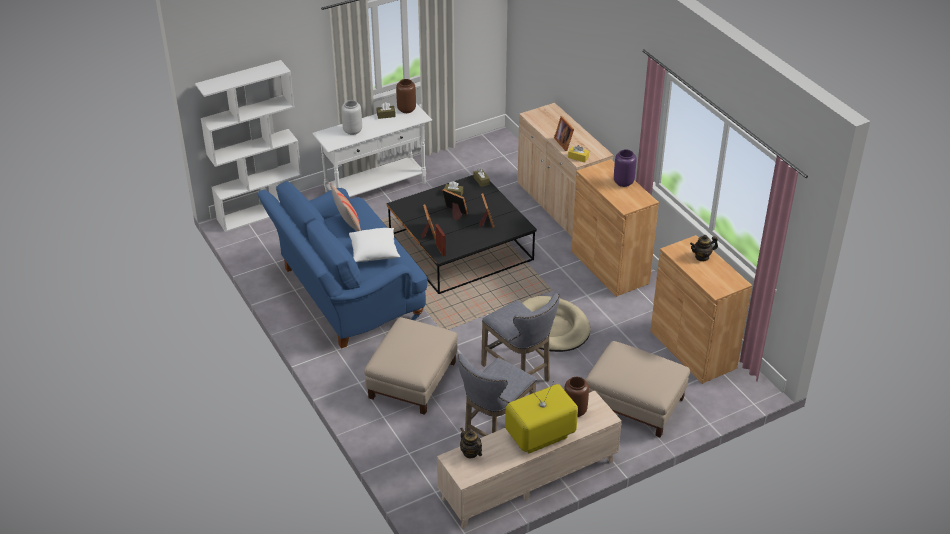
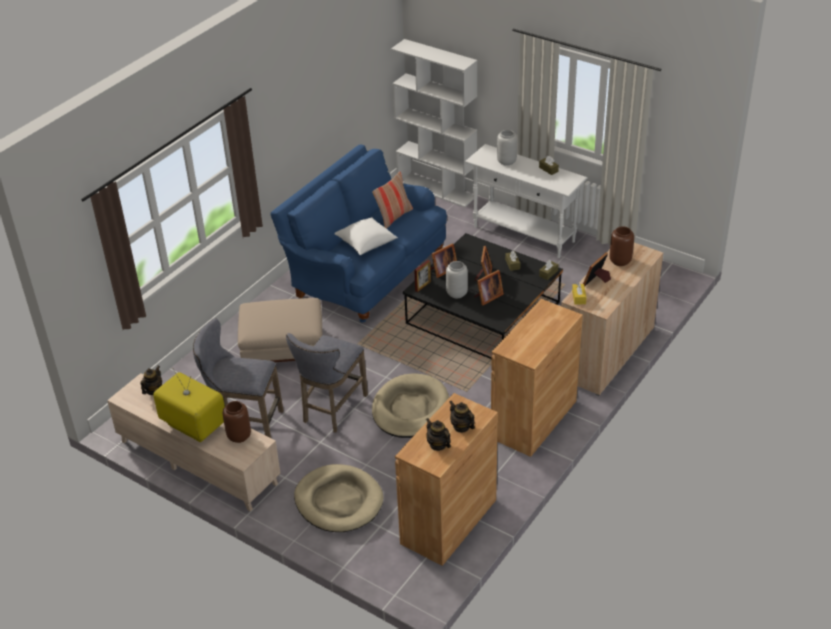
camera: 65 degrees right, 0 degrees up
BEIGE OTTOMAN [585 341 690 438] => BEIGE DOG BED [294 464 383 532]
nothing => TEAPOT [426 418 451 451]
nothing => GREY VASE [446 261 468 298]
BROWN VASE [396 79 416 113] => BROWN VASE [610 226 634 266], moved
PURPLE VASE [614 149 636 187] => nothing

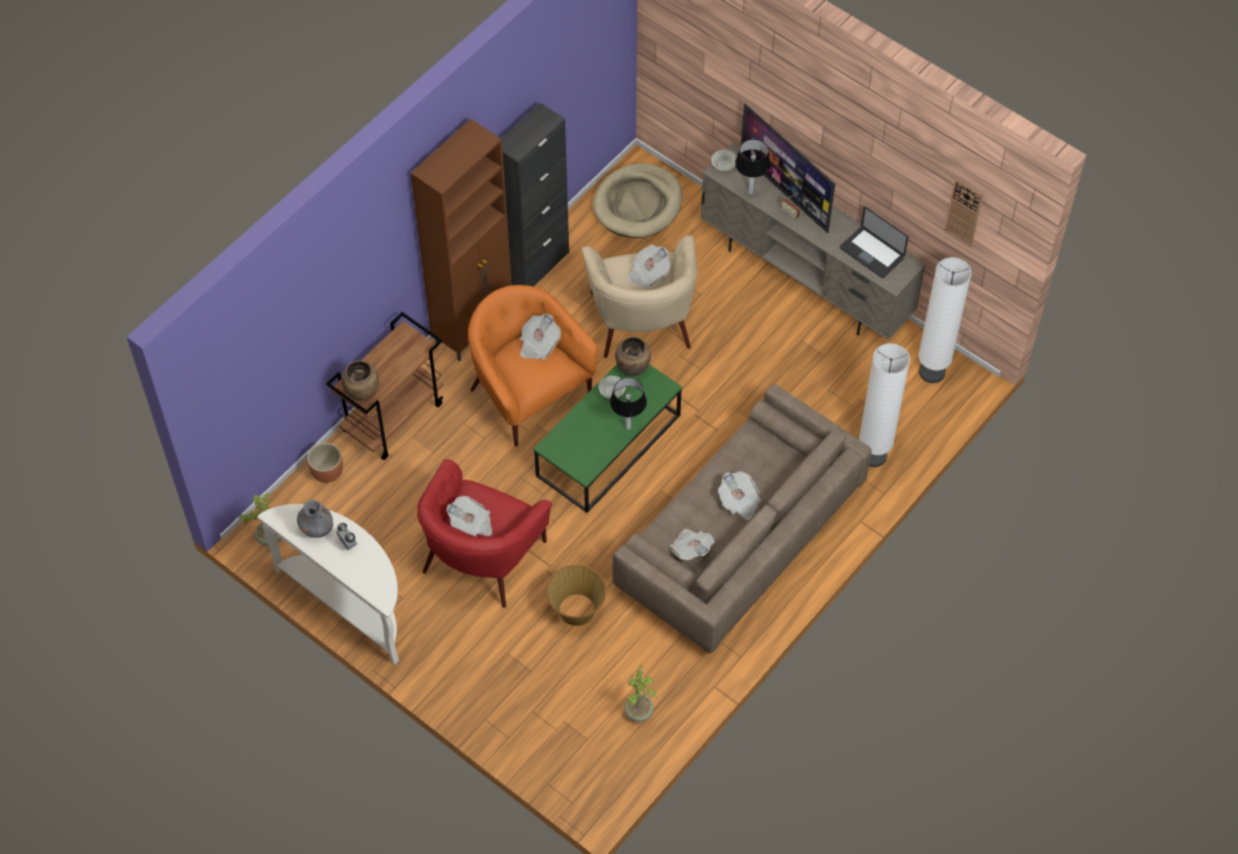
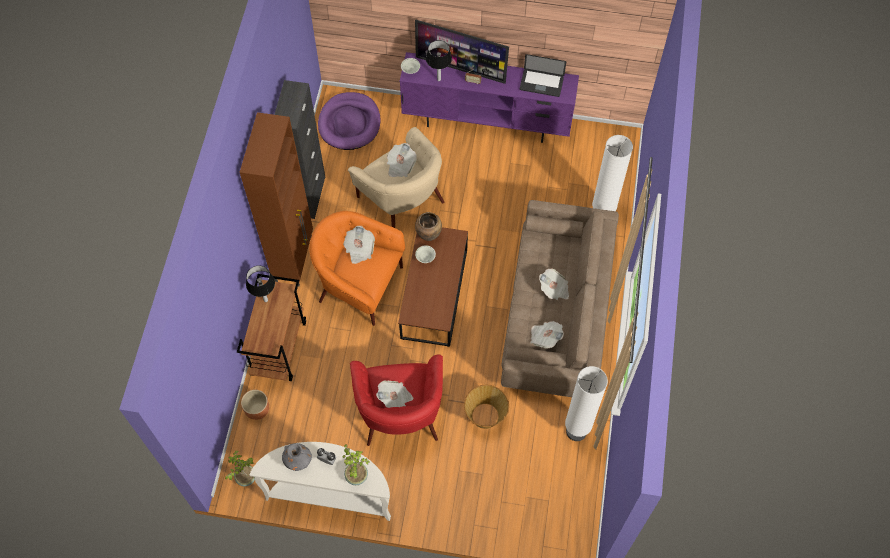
camera: 30 degrees left, 5 degrees up
TABLE LAMP [610 378 647 430] => TABLE LAMP [246 266 275 302], moved
BEIGE DOG BED [593 163 683 238] => PURPLE DOG BED [318 92 381 150]
POTTED PLANT [624 666 657 722] => POTTED PLANT [343 444 370 485], moved
GREEN COFFEE TABLE [533 364 682 513] => BROWN COFFEE TABLE [398 227 468 347]
BEIGE TV STAND [701 143 926 340] => PURPLE TV STAND [400 52 579 143]
WHITE FLOOR LAMP [918 257 972 383] => WHITE FLOOR LAMP [565 366 608 441], moved
BROWN VASE [342 360 379 401] => nothing
WALL CLOCK [945 178 983 247] => nothing

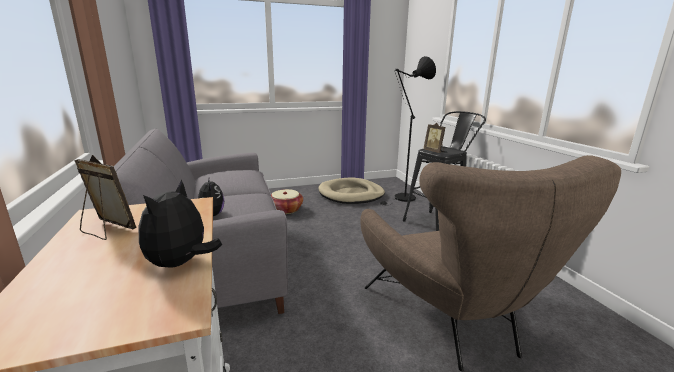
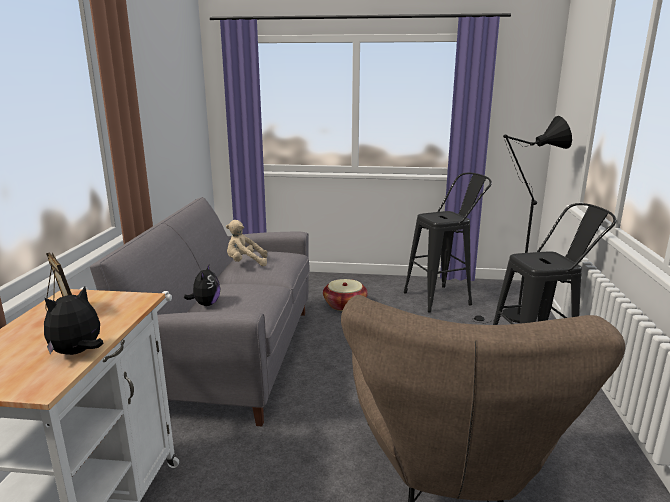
camera: 25 degrees right, 0 degrees up
nothing => BEIGE PLUSH TOY [226 220 268 266]
BEIGE DOG BED [318 178 385 204] => BLACK STOOL [404 172 492 312]
PICTURE FRAME [423 123 446 153] => nothing

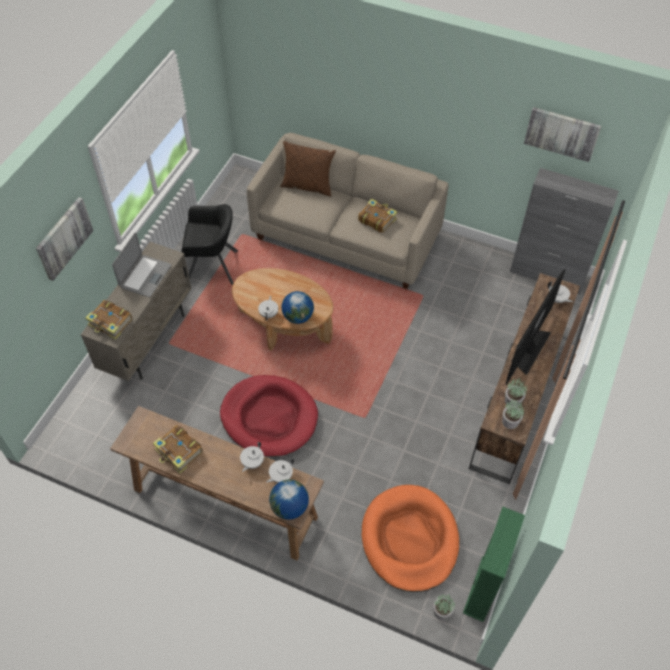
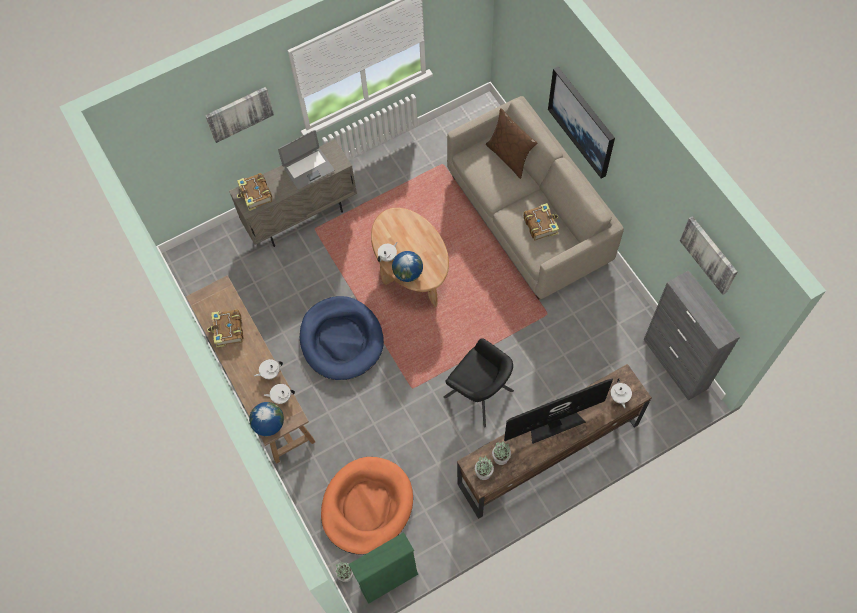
camera: 40 degrees right, 10 degrees up
RED DOG BED [220 375 318 457] => BLUE DOG BED [300 296 384 380]
BLACK ARMCHAIR [182 204 238 285] => BLACK ARMCHAIR [443 338 514 427], moved
nothing => PICTURE [548 67 615 179]

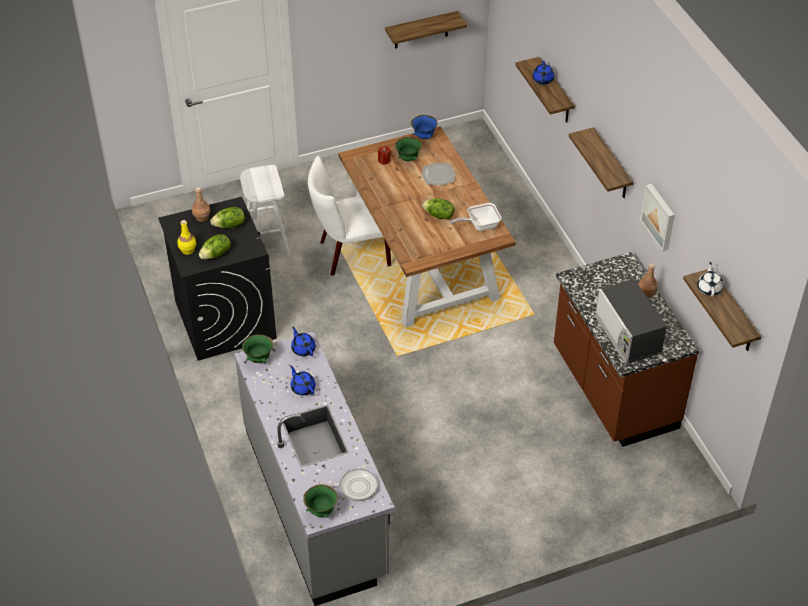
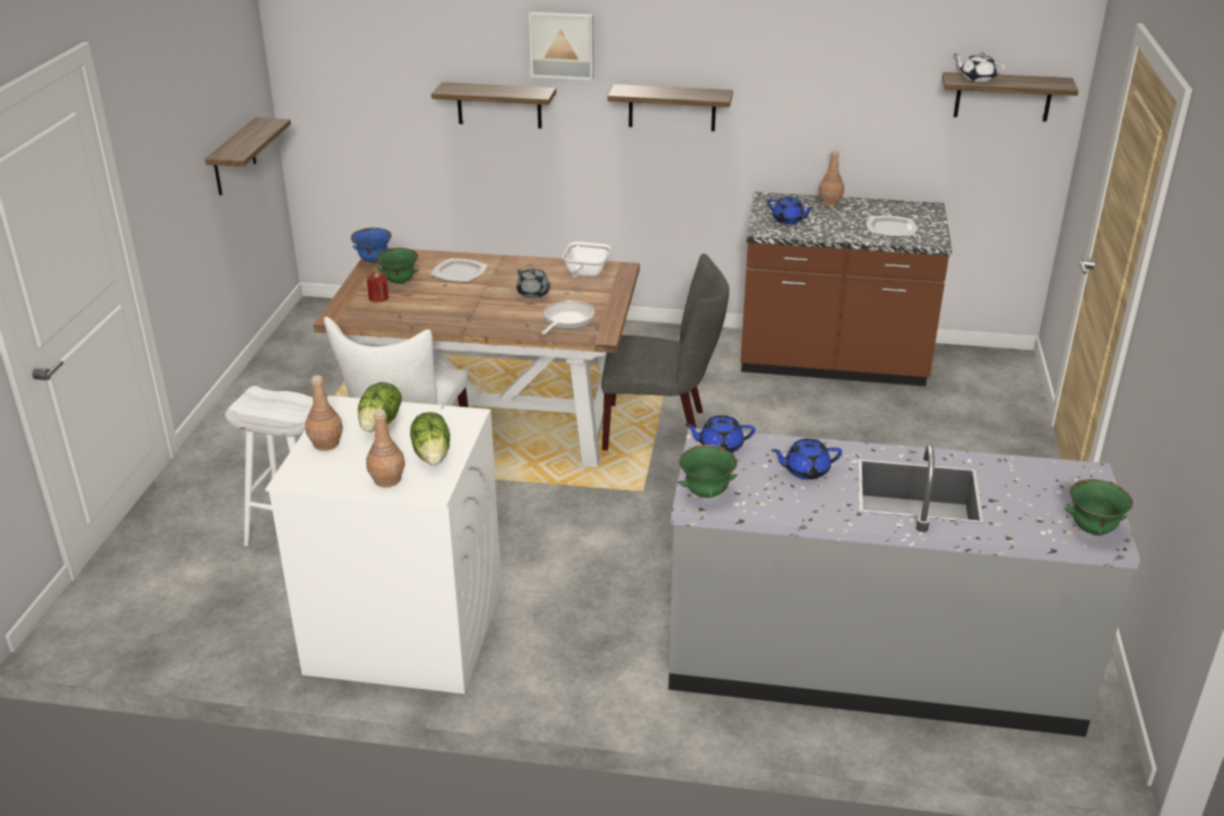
camera: 60 degrees left, 15 degrees down
BLACK WASHING MACHINE [158 197 277 361] => WHITE WASHING MACHINE [266 396 502 694]
YELLOW BOTTLE [177 220 196 255] => BROWN BOTTLE [366 409 405 487]
LETTUCE [422 198 454 219] => GREY TEAPOT [516 268 551 298]
PICTURE [640 184 675 251] => PICTURE [529 12 594 80], moved
FRYING PAN [319 469 378 501] => FRYING PAN [541 301 594 334], moved
nothing => GREY CHAIR [601 253 729 450]
BLUE TEAPOT [532 61 554 85] => BLUE TEAPOT [767 196 815 224], moved
MICROWAVE [595 279 667 364] => PLATE [866 216 917 237]

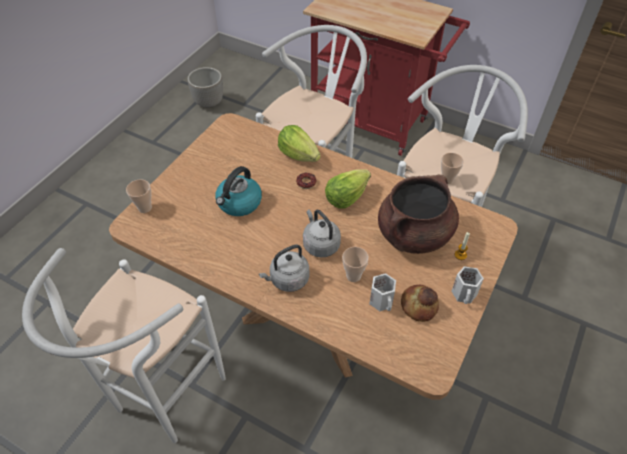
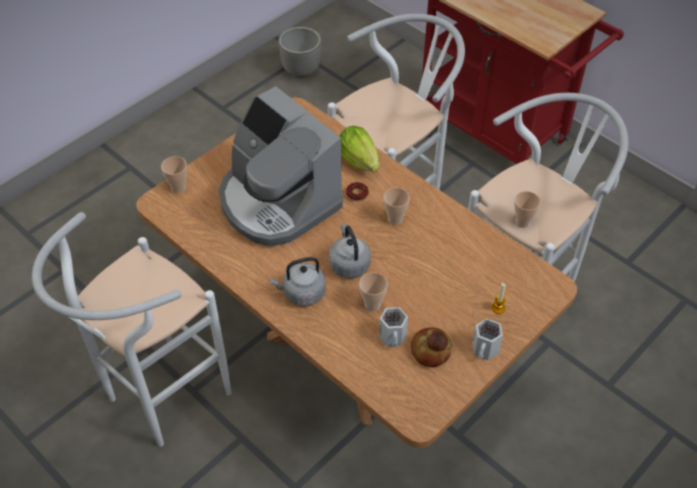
camera: 15 degrees right, 0 degrees up
KETTLE [215 166 262 216] => COFFEE MACHINE [219 86 343 247]
LETTUCE [325 170 371 209] => CUP [383 188 410 225]
BROWN COOKING POT [378 175 459 254] => nothing

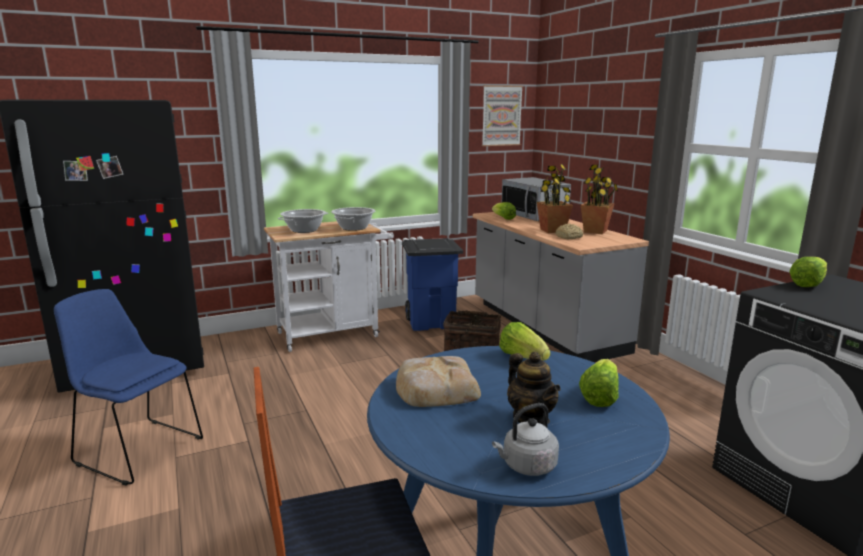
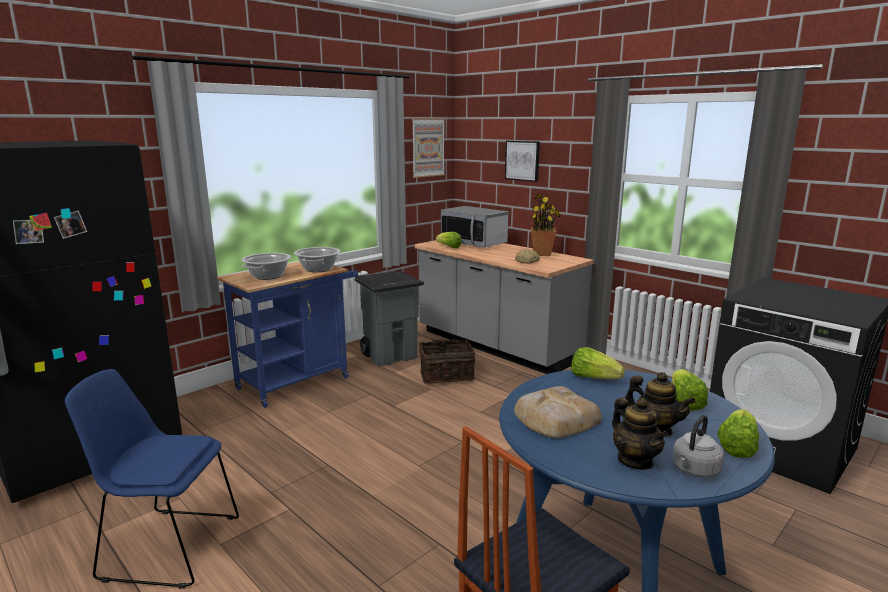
camera: 20 degrees left, 0 degrees up
WHITE CART [264 221 394 352] => BLUE CART [217 262 358 408]
BLUE TRASH CAN [402 238 463 331] => GREY TRASH CAN [355 271 424 366]
nothing => PICTURE [505 141 540 182]
nothing => TEAPOT [612 398 669 470]
LETTUCE [790 257 827 287] => LETTUCE [717 409 759 458], moved
POTTED PLANT [537 164 573 233] => nothing

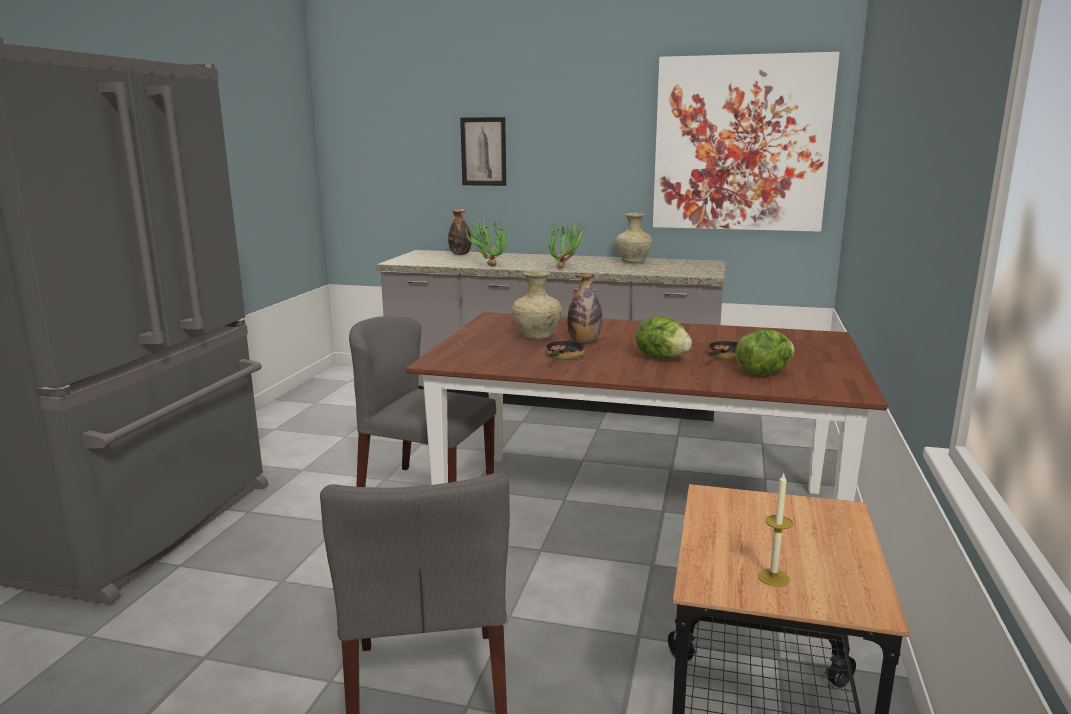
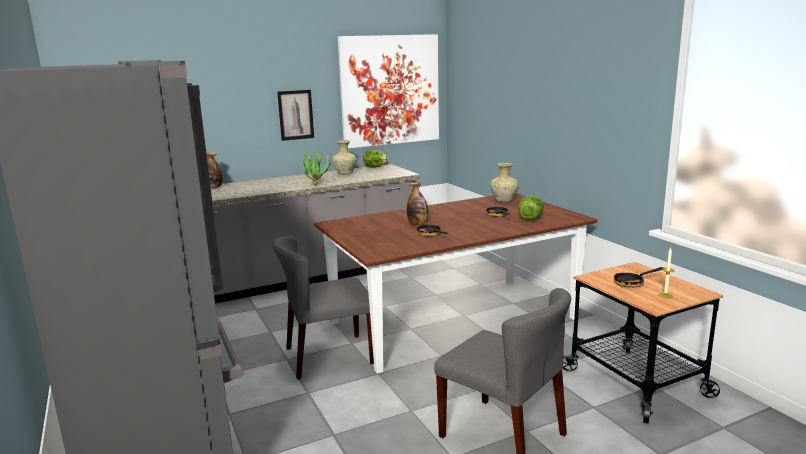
camera: 40 degrees left, 0 degrees up
PICTURE [460 117 506 186] => PICTURE [277 90 314 141], moved
LETTUCE [636 316 692 359] => LETTUCE [364 150 388 168], moved
BEIGE VASE [512 270 562 339] => BEIGE VASE [490 163 519 202], moved
nothing => FRYING PAN [614 267 664 288]
POTTED PLANT [464 219 507 266] => nothing

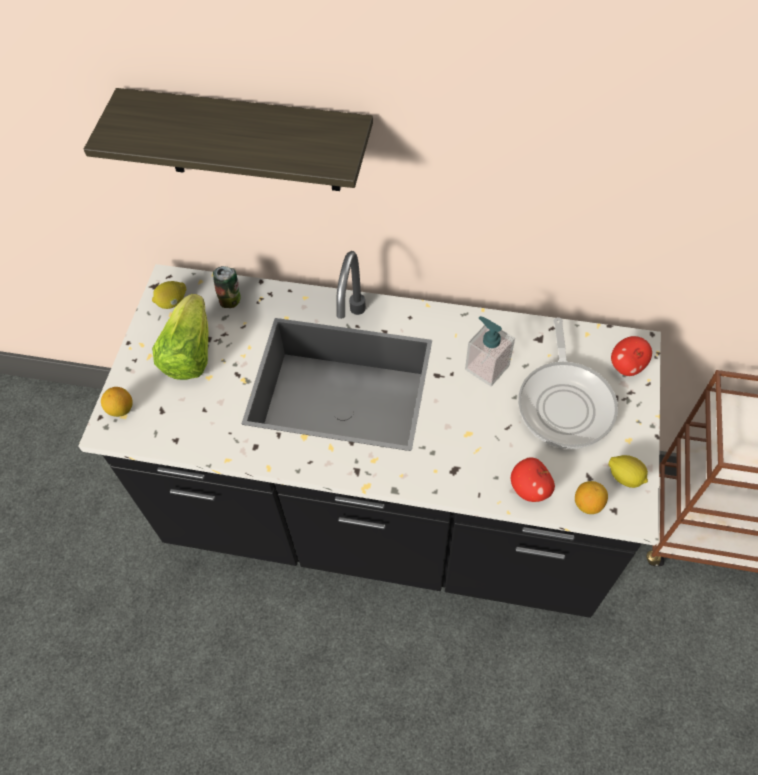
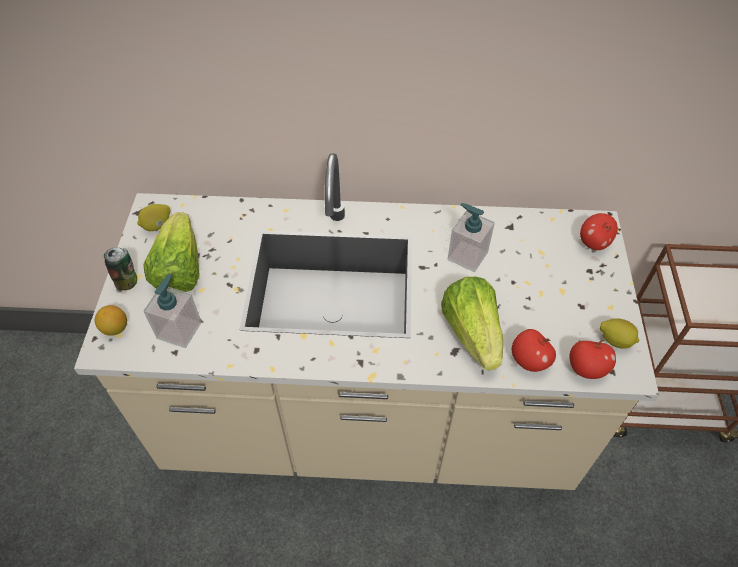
camera: 10 degrees left, 5 degrees down
BLACK COUNTER [78 251 661 618] => BEIGE COUNTER [74 153 659 490]
CAN [213 266 240 308] => CAN [104 247 137 290], moved
nothing => SOAP DISPENSER [144 273 202 348]
nothing => LETTUCE [441 277 503 371]
LEMON [575 481 608 514] => APPLE [569 340 616 379]
SHELF [84 88 373 191] => nothing
FRYING PAN [518 317 618 449] => nothing

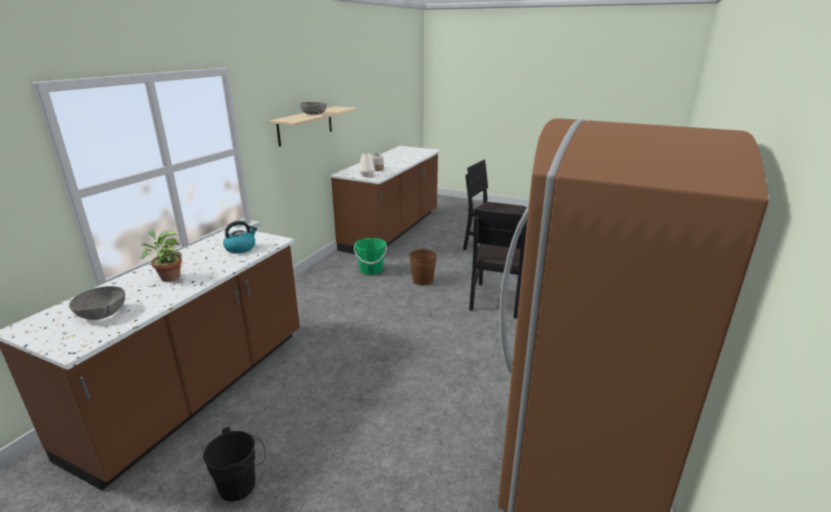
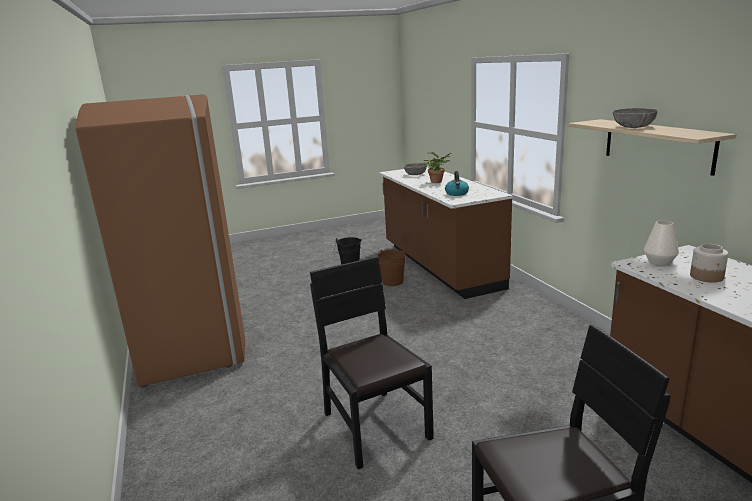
camera: 135 degrees right, 5 degrees down
BROWN BUCKET [409 247 437 285] => BROWN BUCKET [377 250 406 286], moved
GREEN BUCKET [354 238 387 275] => nothing

